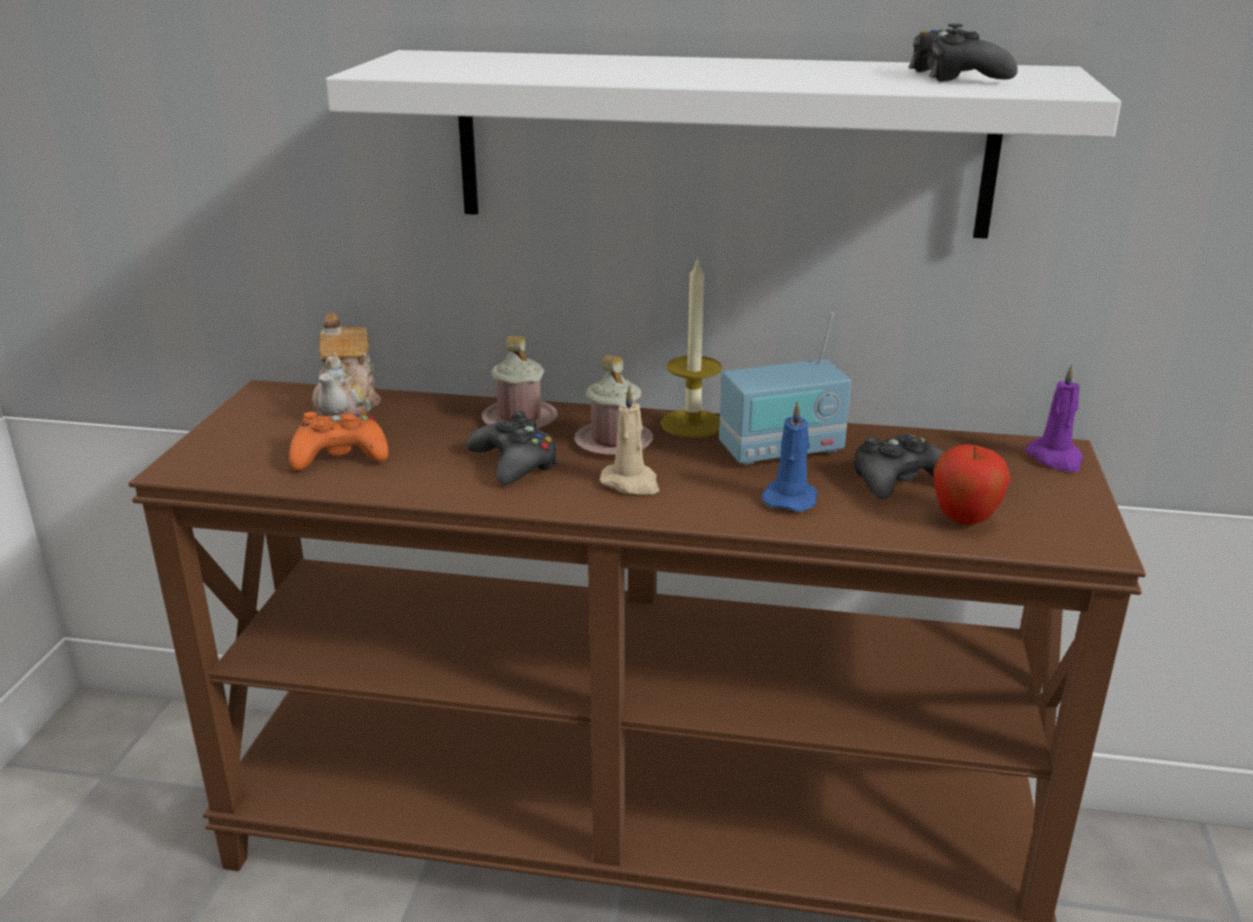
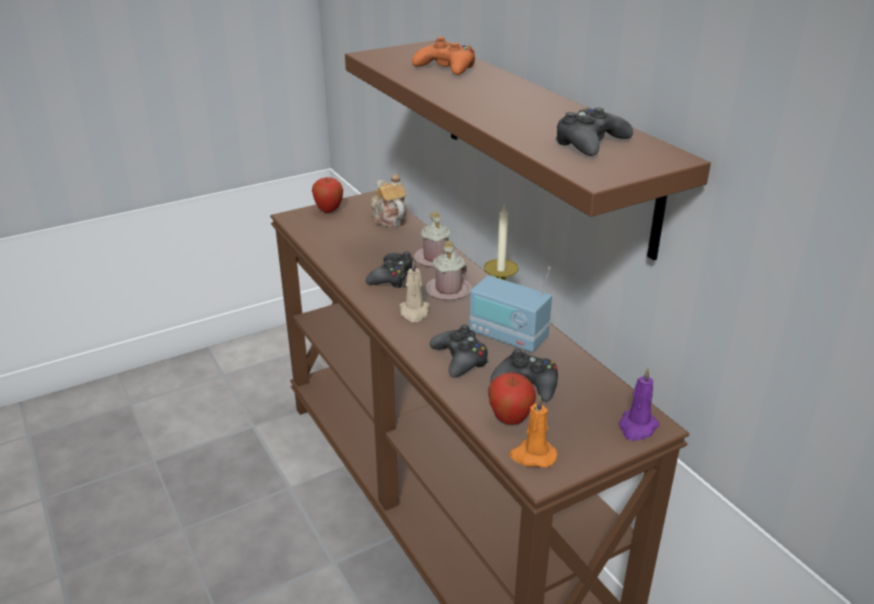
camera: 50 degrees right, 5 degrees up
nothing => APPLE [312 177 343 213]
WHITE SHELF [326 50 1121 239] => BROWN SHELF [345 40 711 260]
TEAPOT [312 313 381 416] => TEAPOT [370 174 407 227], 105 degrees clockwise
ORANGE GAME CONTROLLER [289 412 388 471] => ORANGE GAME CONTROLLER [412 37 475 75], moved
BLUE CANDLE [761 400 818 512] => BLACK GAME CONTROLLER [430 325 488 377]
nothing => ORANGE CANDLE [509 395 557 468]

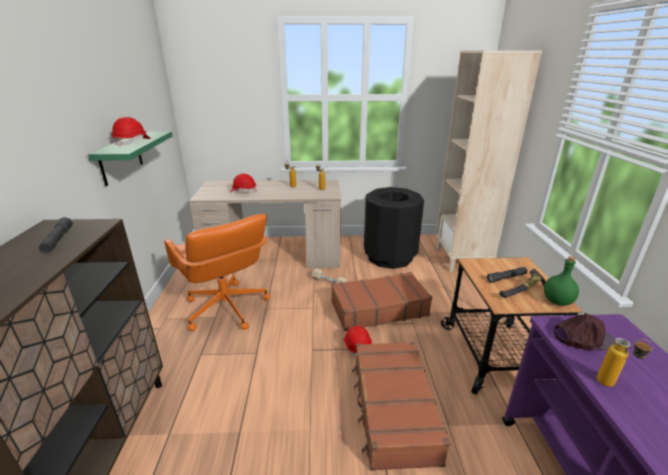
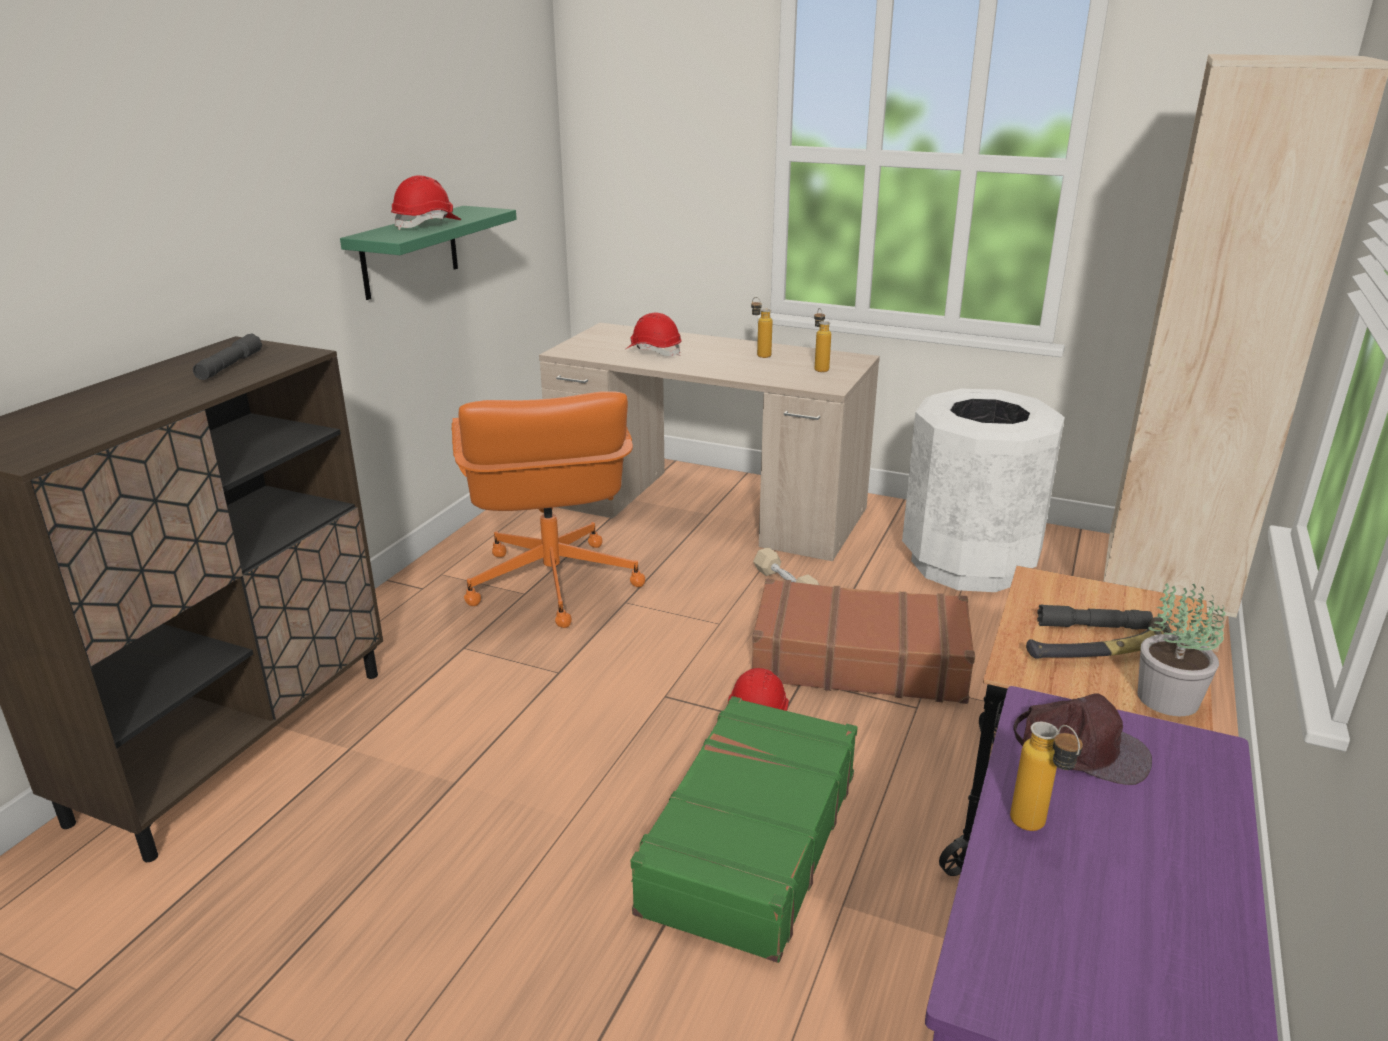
camera: 25 degrees right, 0 degrees up
BROWN SUITCASE [352 342 450 471] => GREEN SUITCASE [631 696 858 963]
BLACK TRASH CAN [364 187 424 269] => WHITE TRASH CAN [902 388 1065 592]
GREEN BOTTLE [544 256 579 306] => POTTED PLANT [1138 583 1225 716]

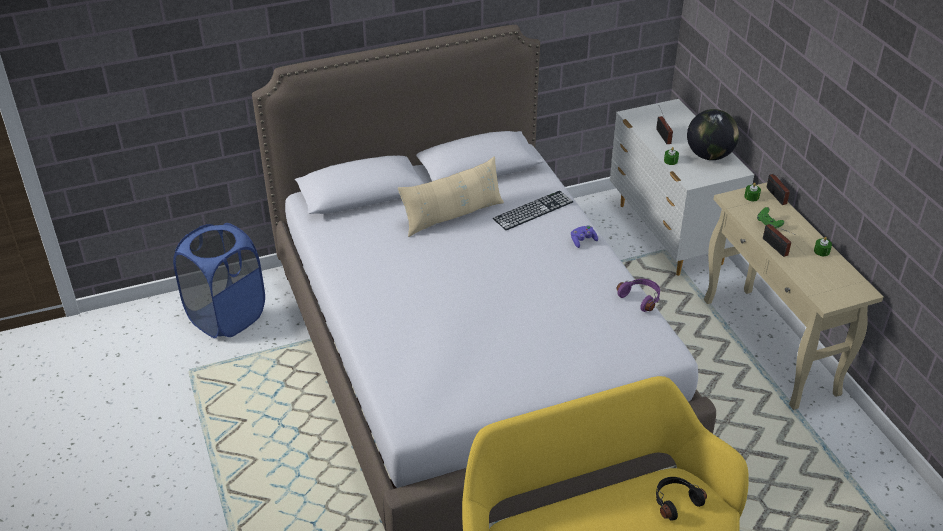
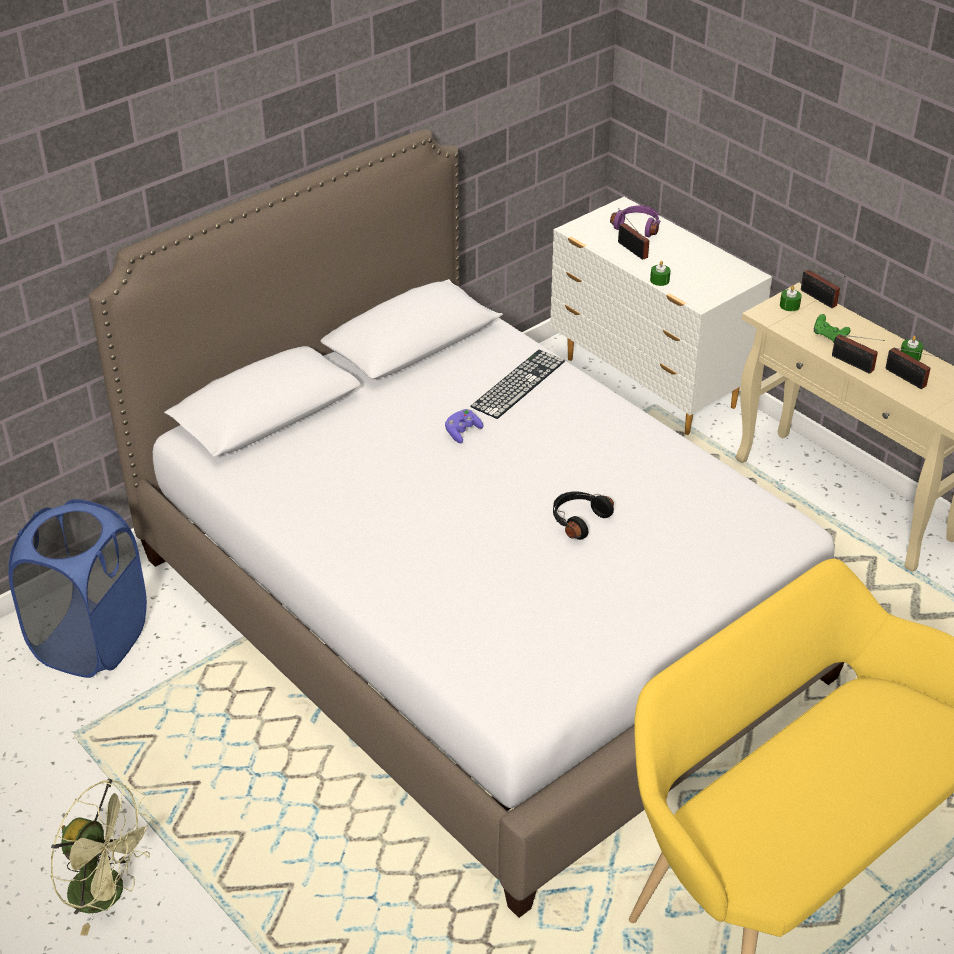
camera: 20 degrees left, 0 degrees up
nothing => GREEN FAN [50 779 155 935]
PURPLE GAME CONTROLLER [571 225 598 248] => PURPLE GAME CONTROLLER [445 409 484 443], moved
BLACK HEADPHONES [656 477 707 521] => BLACK HEADPHONES [553 491 614 540], moved
PURPLE HEADPHONES [616 279 660 312] => PURPLE HEADPHONES [610 205 660 237], moved
nothing => RADIO [886 348 937 389]
BEIGE PILLOW [398 157 504 237] => nothing
GLOBE [687 109 739 160] => nothing

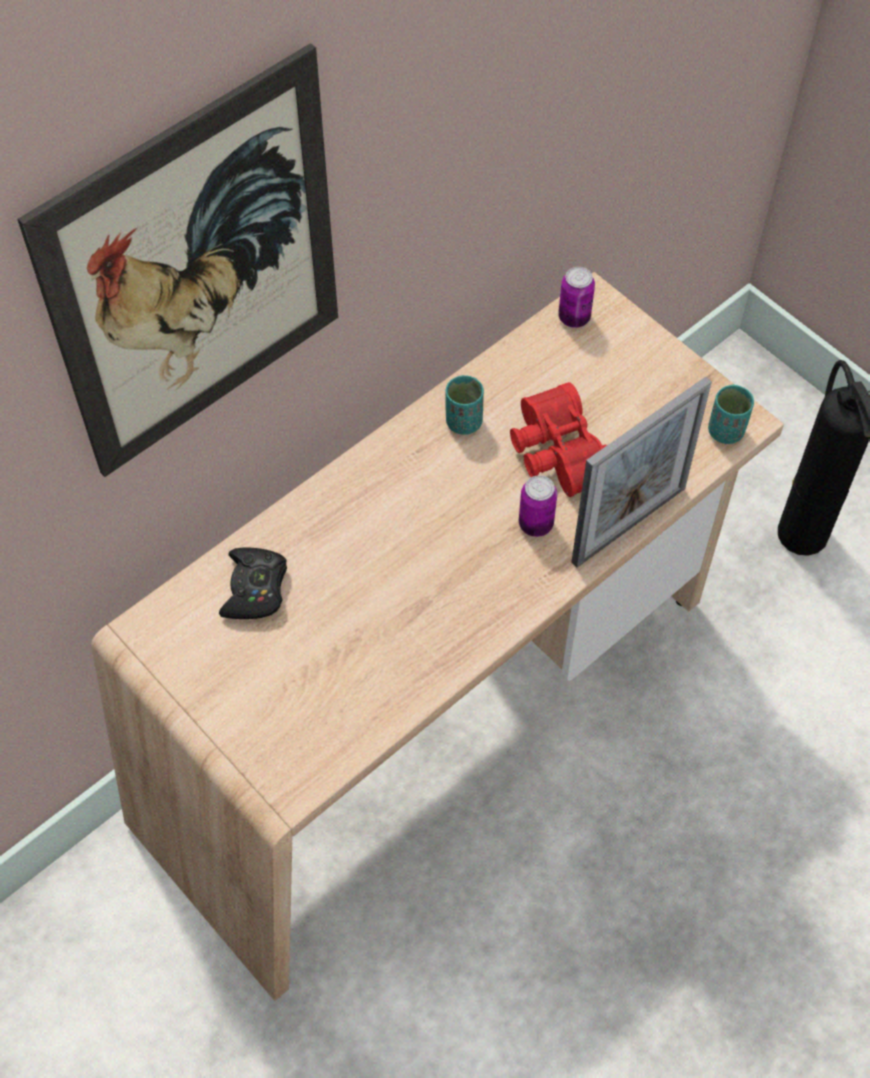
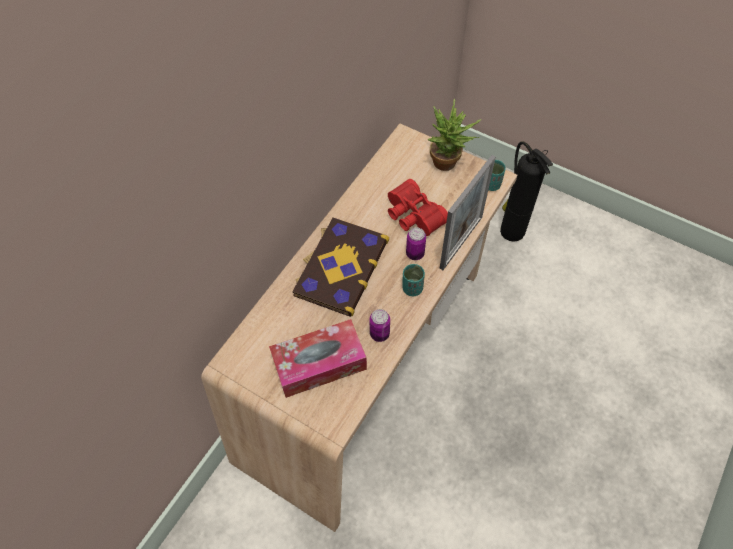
camera: 15 degrees left, 0 degrees up
nothing => TISSUE BOX [269 319 367 398]
nothing => BOOK [292 218 389 317]
CAN [558 267 595 328] => CAN [369 309 390 342], moved
TURQUOISE CUP [446 375 484 435] => TURQUOISE CUP [402 264 425 296], moved
nothing => POTTED PLANT [428 99 482 171]
PICTURE [18 43 338 477] => nothing
BLACK GAME CONTROLLER [219 548 287 619] => nothing

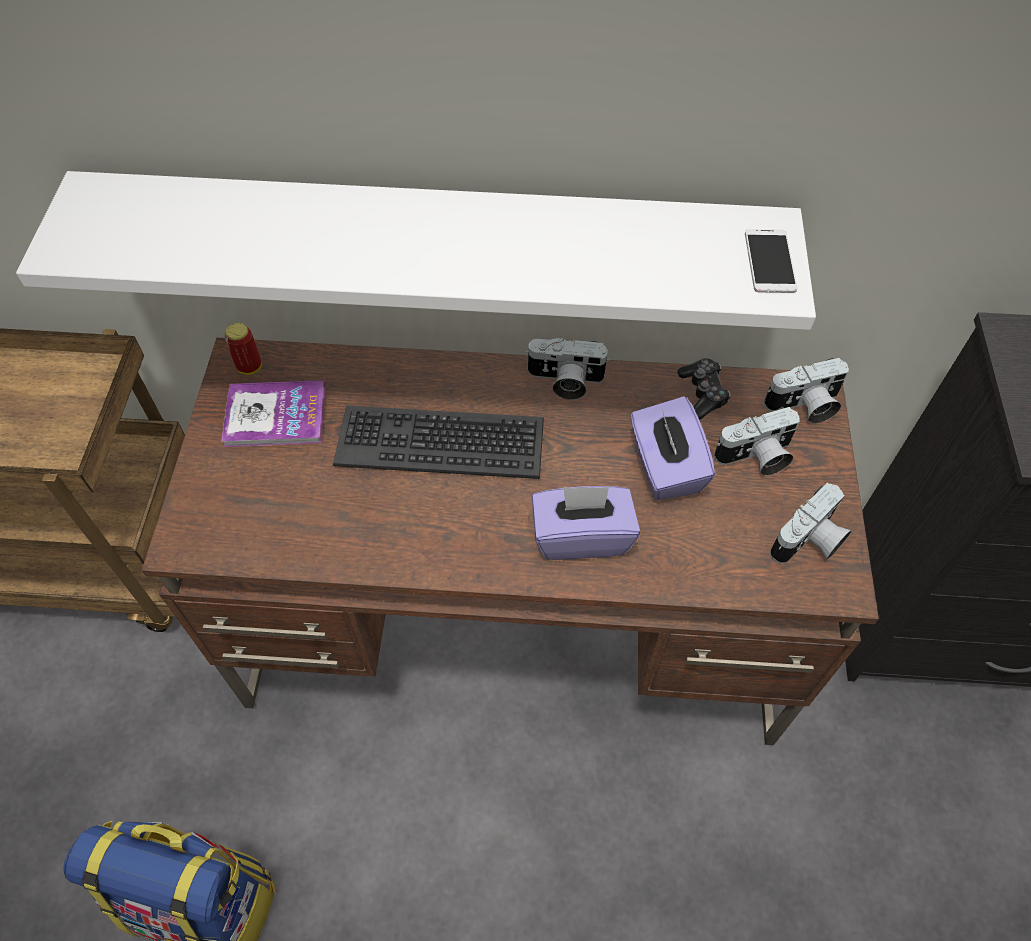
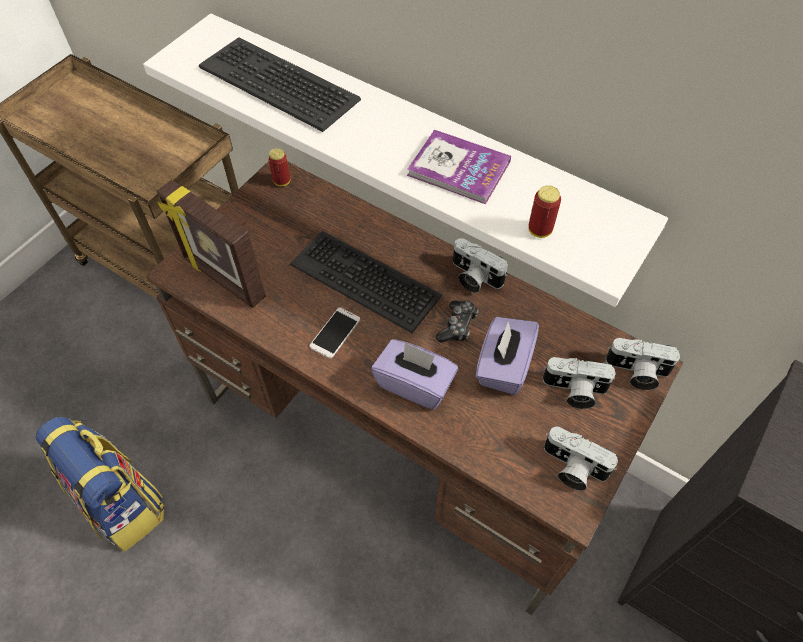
camera: 30 degrees right, 0 degrees up
nothing => PICTURE FRAME [157 179 266 308]
nothing => KEYBOARD [199 37 361 132]
PHONE [745 229 797 293] => PHONE [309 307 360 359], moved
BOOK [221 380 326 447] => BOOK [407 130 511 204], moved
GAME CONTROLLER [678 358 731 420] => GAME CONTROLLER [436 300 479 343], moved
nothing => CAN [528 185 561 238]
PHOTO CAMERA [770 483 851 564] => PHOTO CAMERA [544 427 618 491], 45 degrees clockwise

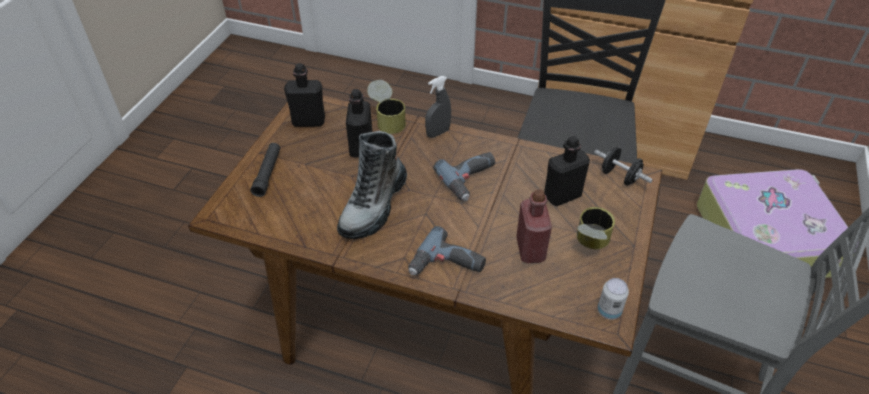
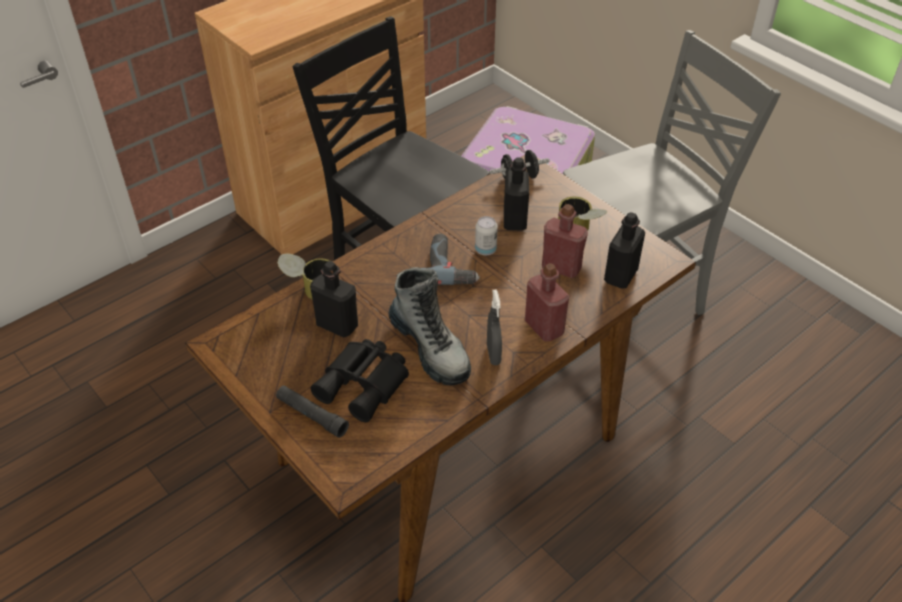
camera: 60 degrees left, 0 degrees up
nothing => BLACK BINOCULARS [311 339 409 422]
CAN [598 278 629 320] => CAN [475 216 498 255], moved
GREY SPRAY BOTTLE [425 76 451 138] => GREY SPRAY BOTTLE [487 289 502 365], moved
POWER DRILL [408 226 486 275] => RED BOTTLE [525 263 569 341]
BLACK BOTTLE [284 63 325 127] => BLACK BOTTLE [604 212 645 288], moved

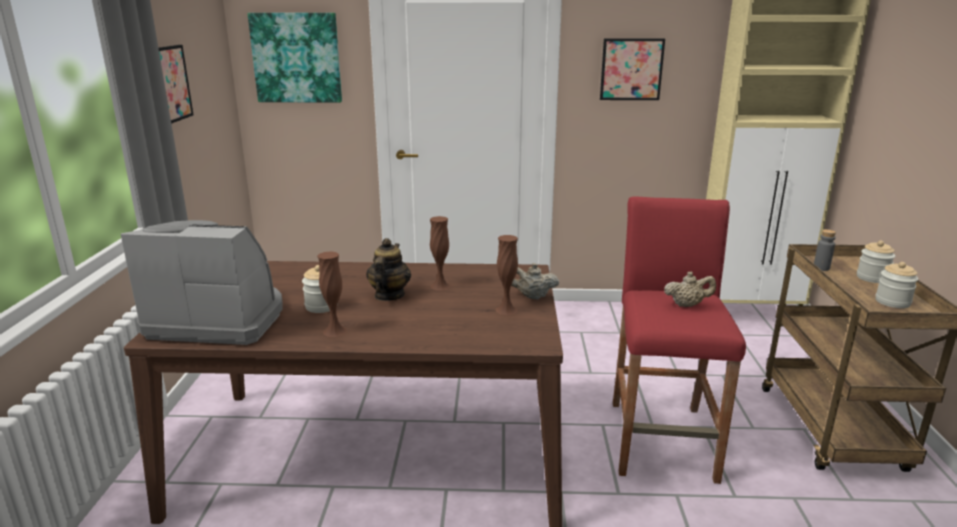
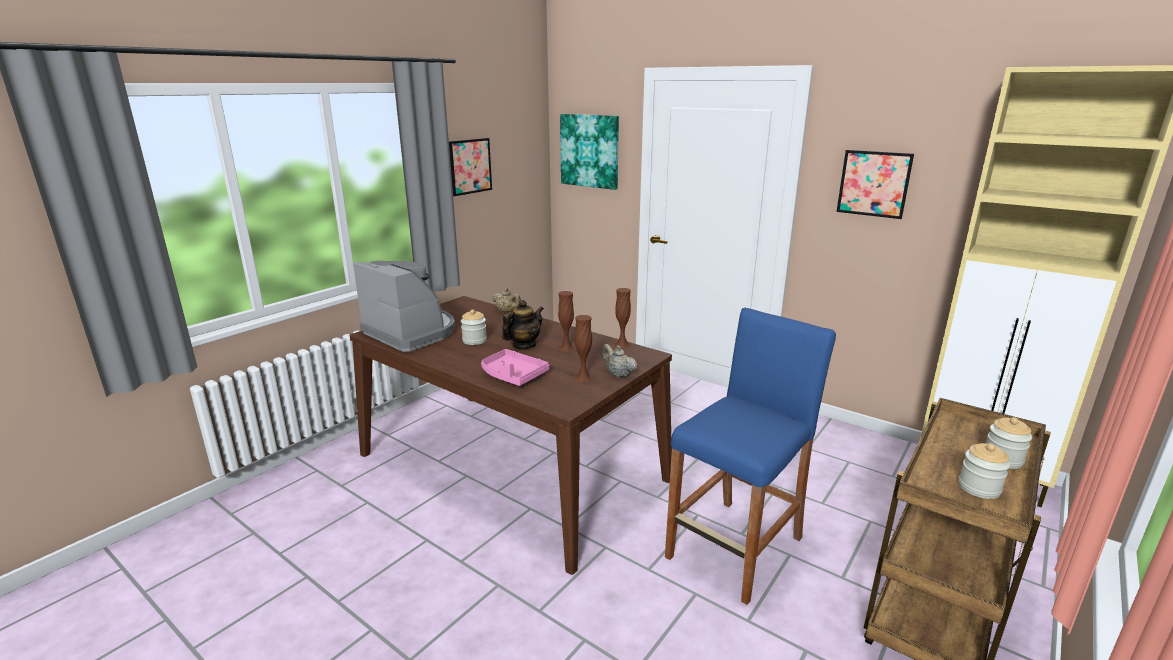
camera: 35 degrees right, 0 degrees up
nothing => PINK TRAY [481 349 549 386]
BEIGE TEAPOT [664 272 716 307] => BEIGE TEAPOT [492 288 521 313], moved
BROWN VASE [317 251 347 337] => BROWN VASE [614 288 631 348], moved
RED STOOL [613 197 746 484] => BLUE STOOL [665 308 836 605]
GREY BOTTLE [814 229 836 271] => nothing

